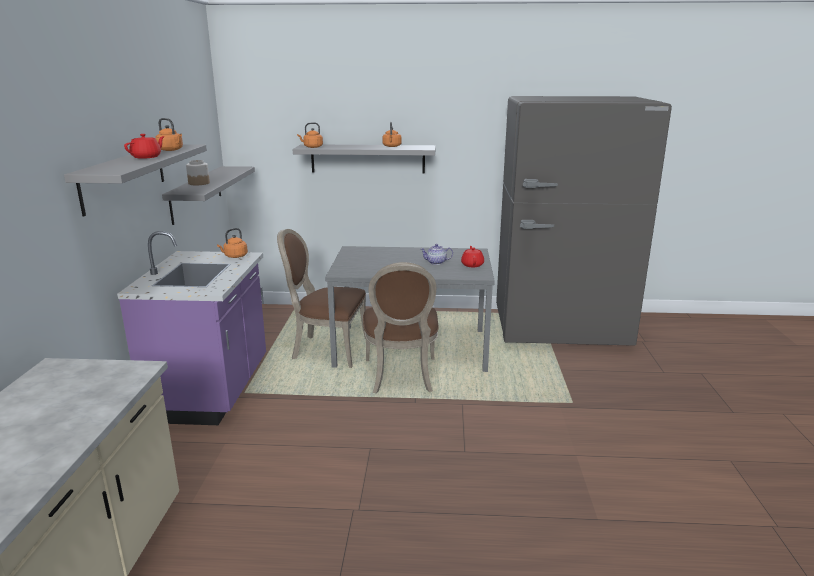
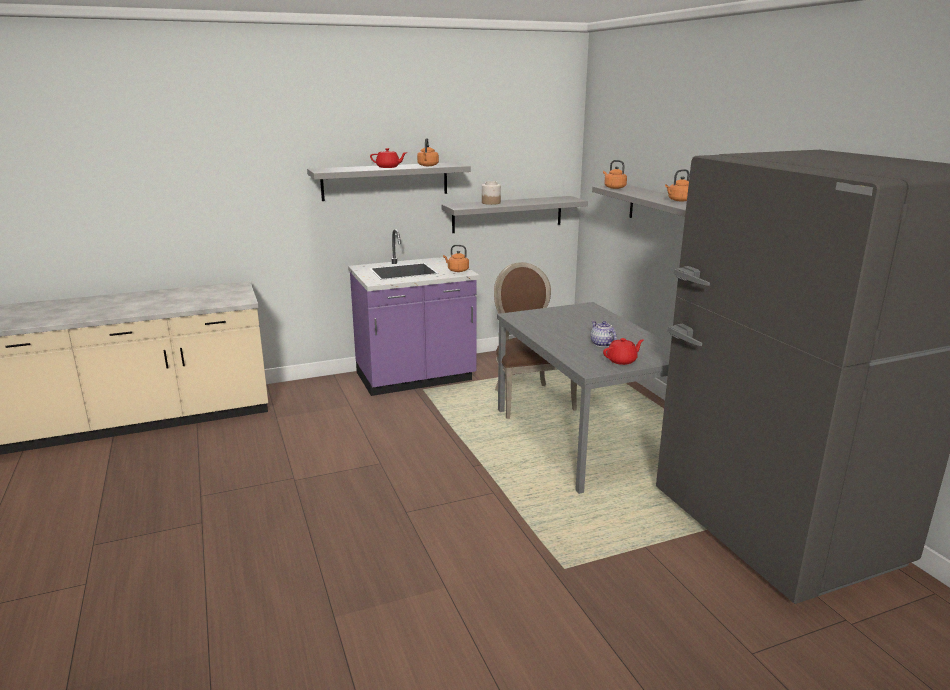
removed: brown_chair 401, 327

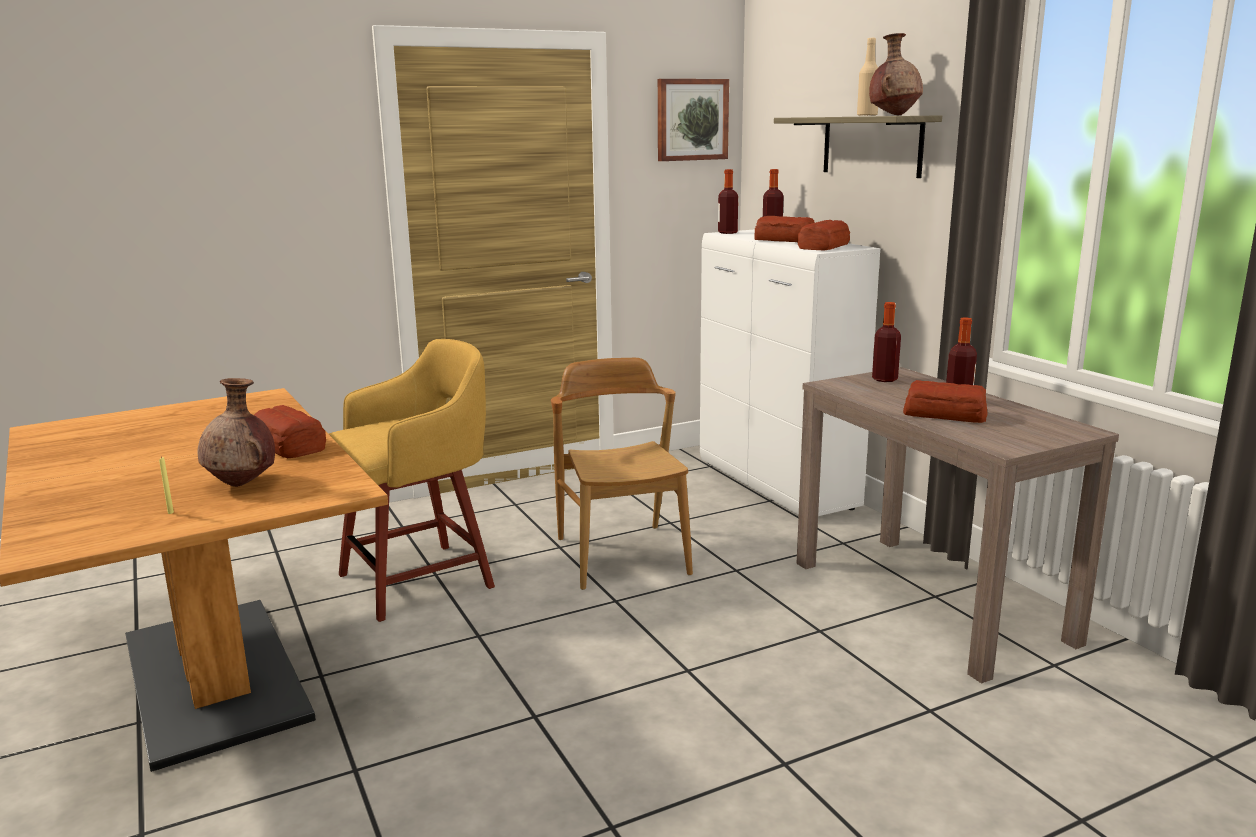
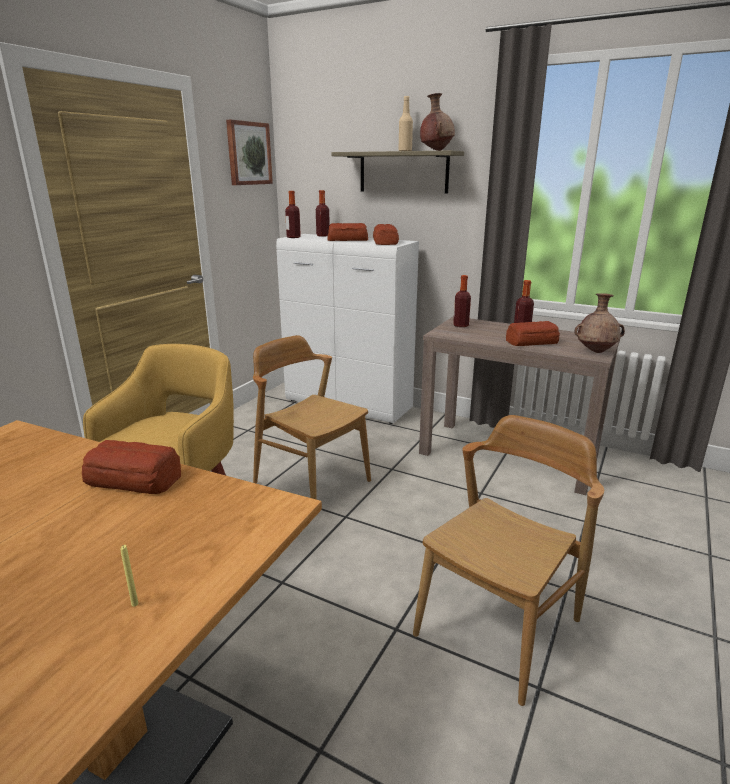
added: brown_chair 508, 560
moved: brown_vase 236, 432 to 599, 323

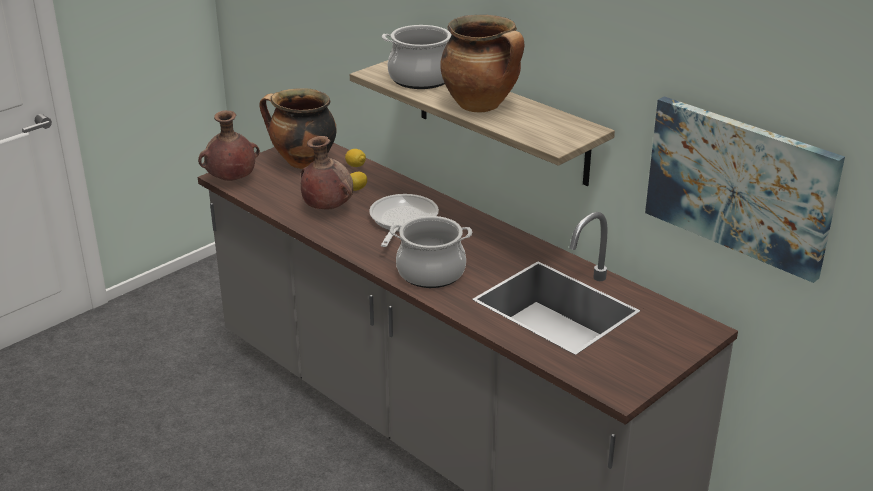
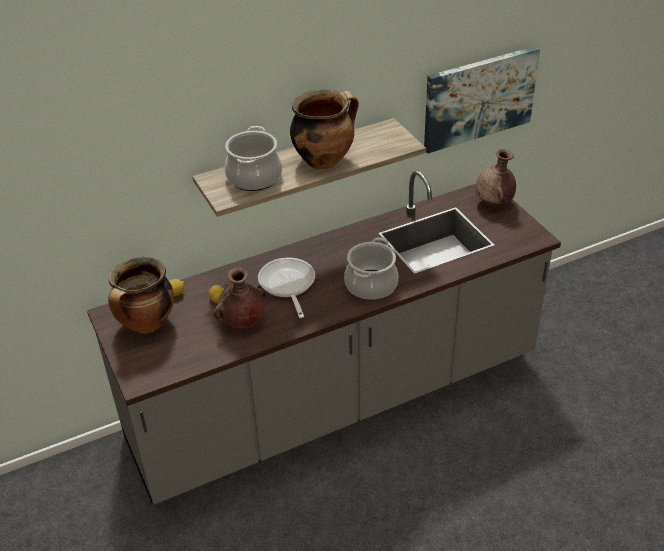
moved: brown_vase 229, 145 to 495, 177
turned: frying_pan 404, 220 = 286, 288 45 degrees clockwise

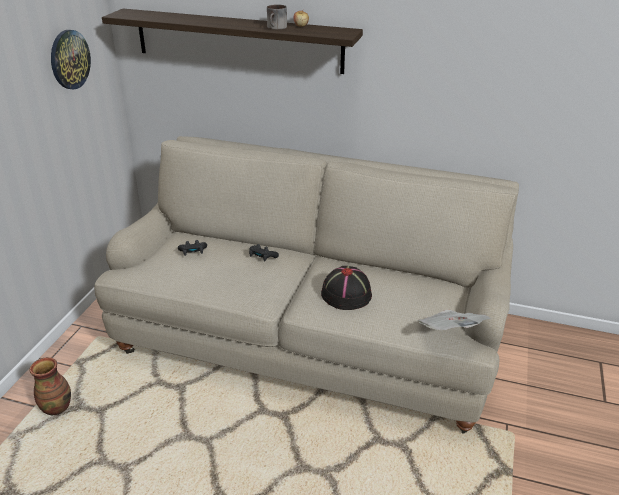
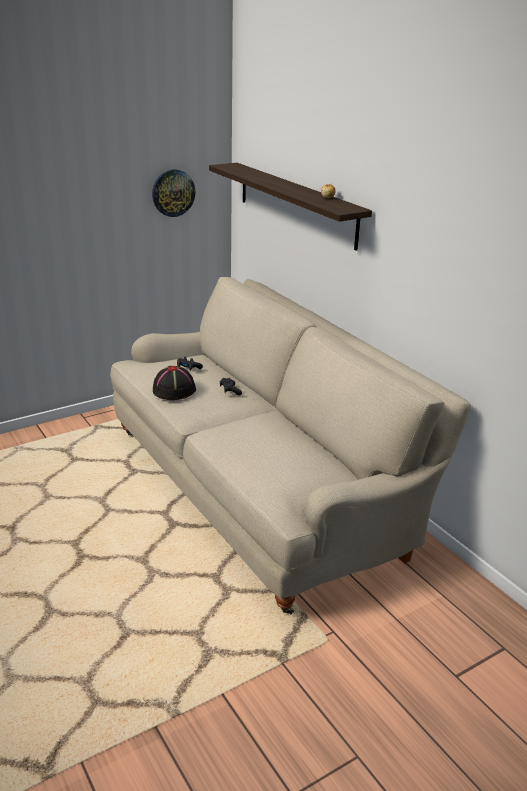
removed: vase 50, 386; mug 277, 17; newspaper 454, 320
moved: black_hat 346, 288 to 174, 383

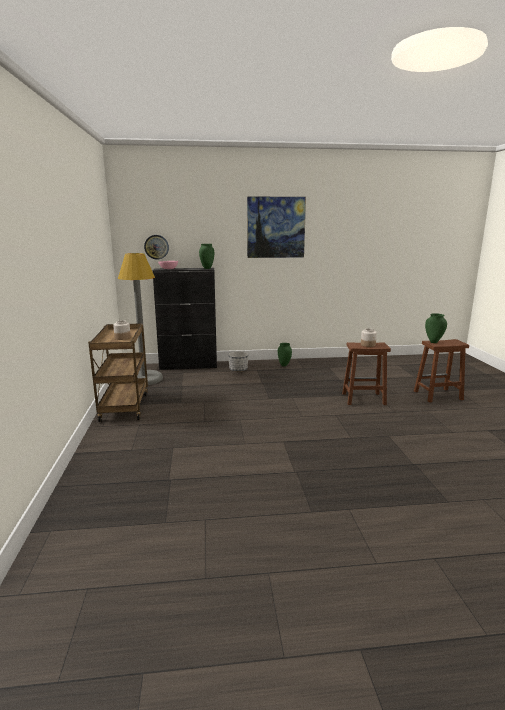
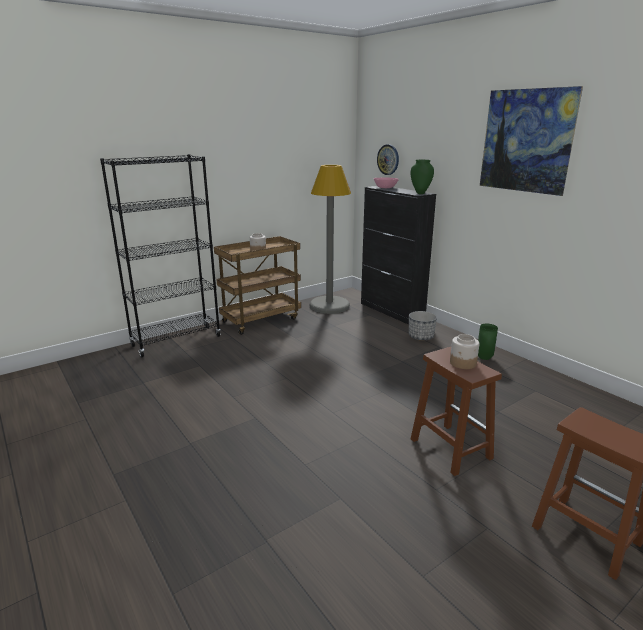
removed: green_vase 436, 328
added: black_bookcase 160, 255

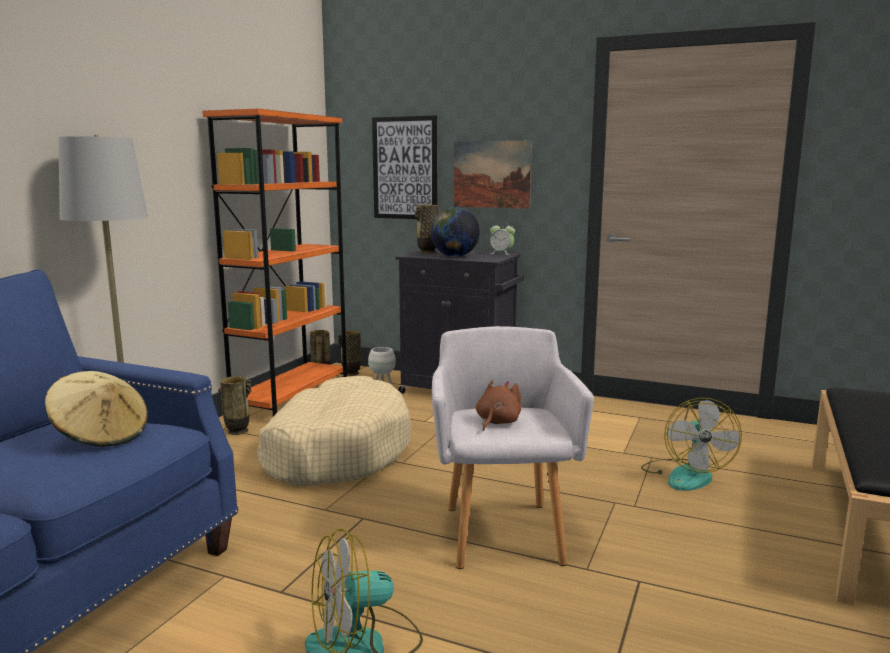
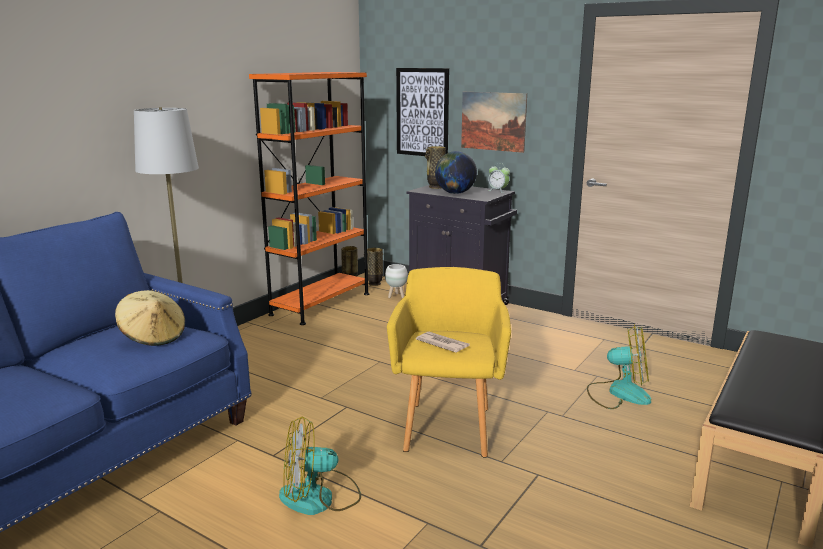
removed: vase 234, 405; beige_dog_bed 334, 431
replaced: brown_plush_toy 498, 405 to newspaper 443, 342
recoloured: grey_armchair 513, 447 to yellow_armchair 449, 362
turned: fan 691, 444 = 619, 366 90 degrees counterclockwise

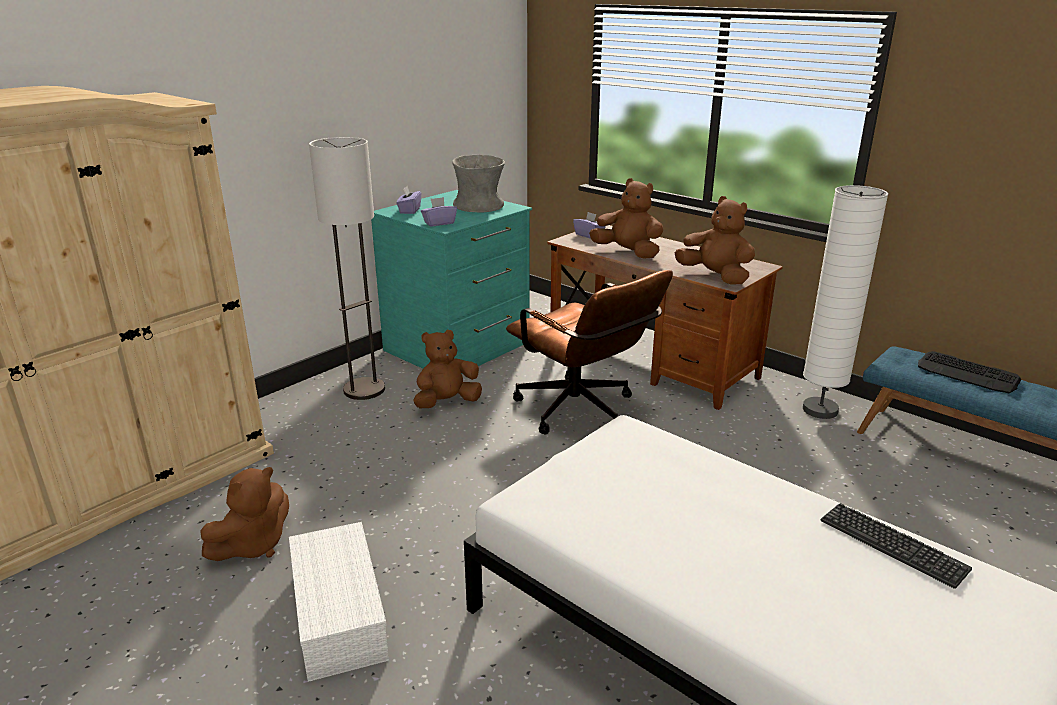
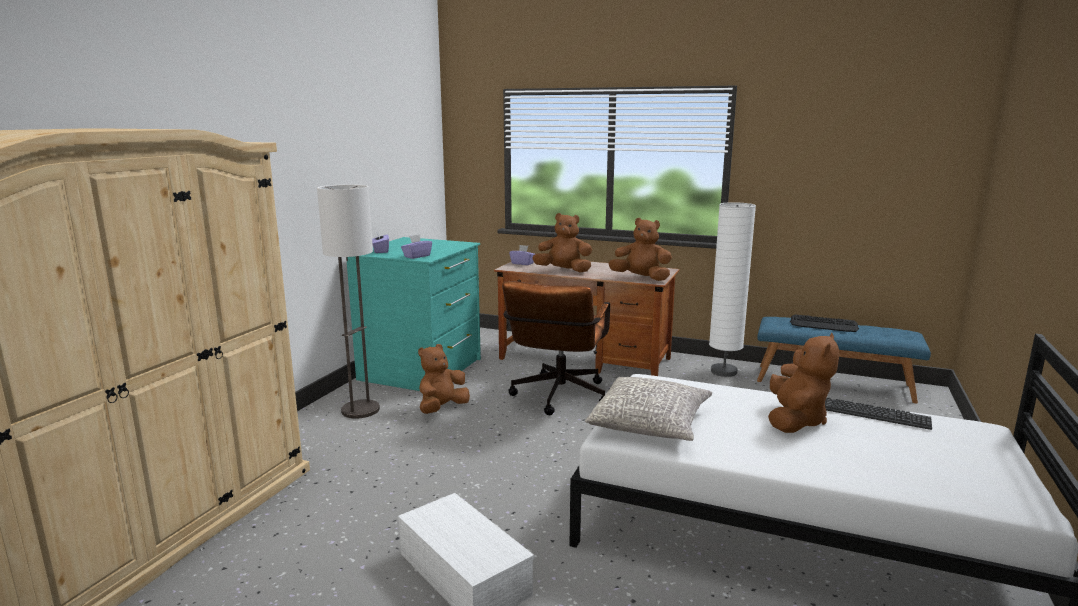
removed: grey_vase 478, 183
added: grey_pillow 648, 409
moved: brown_plush_toy 244, 514 to 803, 383
turned: brown_office_chair 589, 352 = 556, 348 75 degrees clockwise

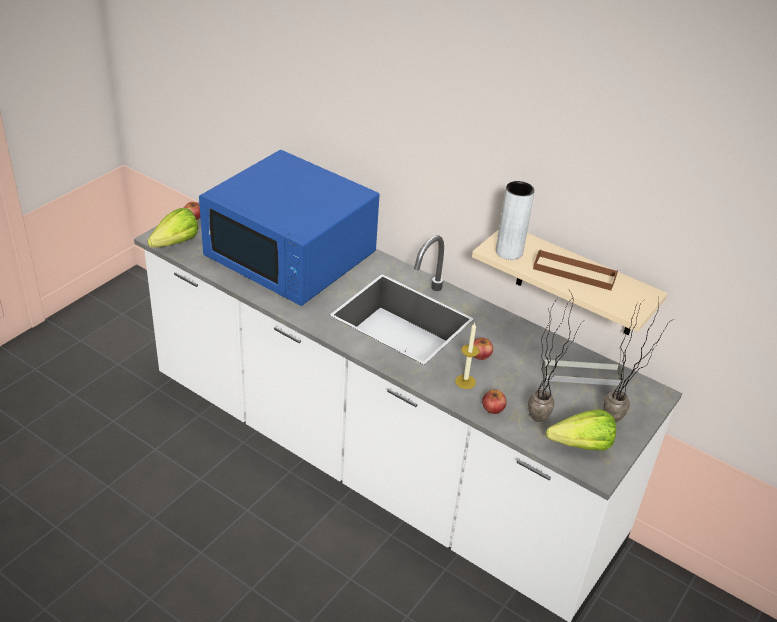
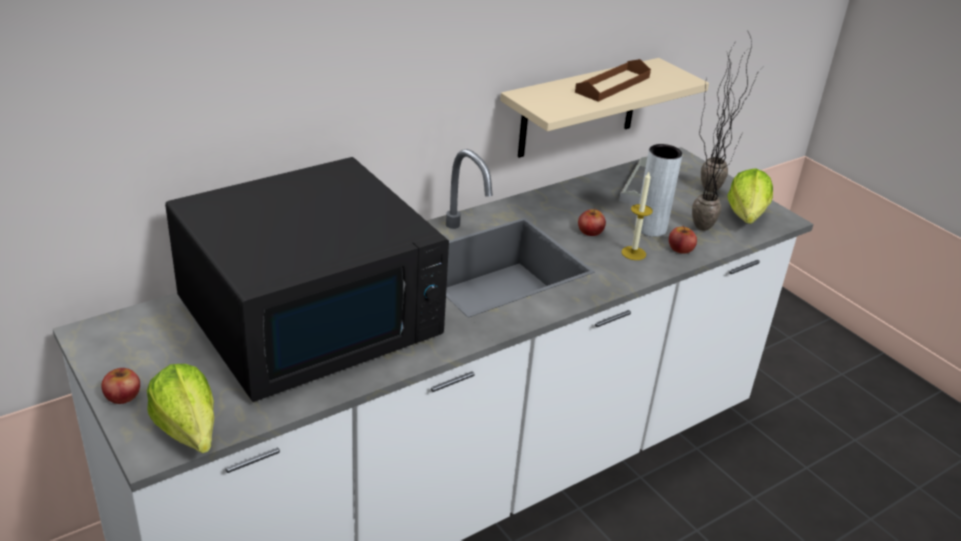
moved: grey_vase 515, 220 to 658, 190
recoloured: blue_microwave 289, 228 to black_microwave 307, 279

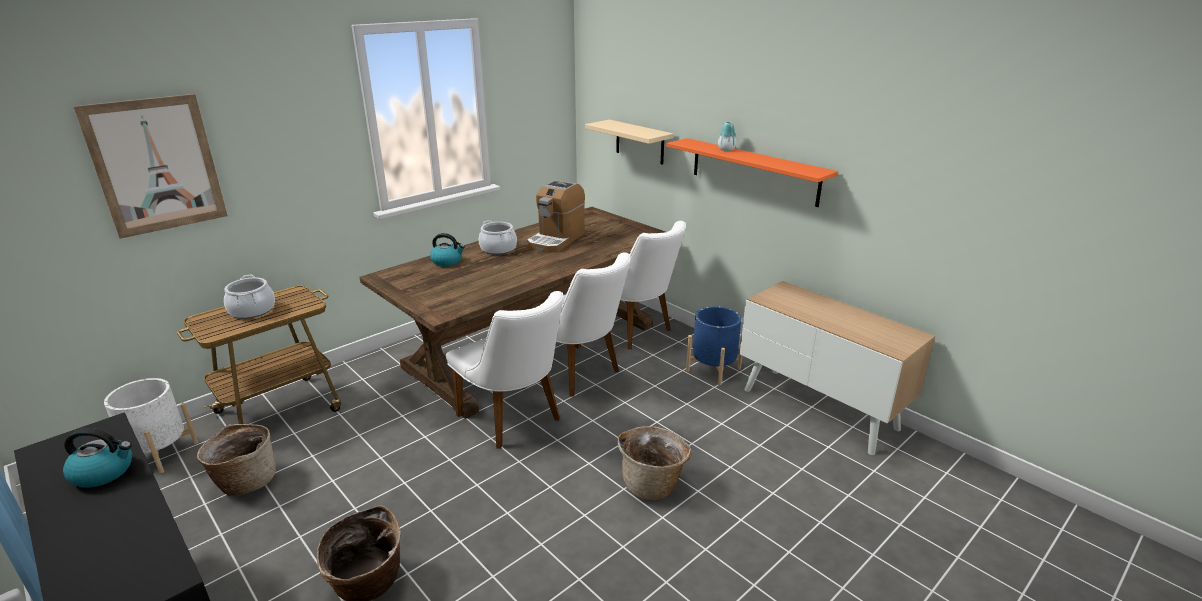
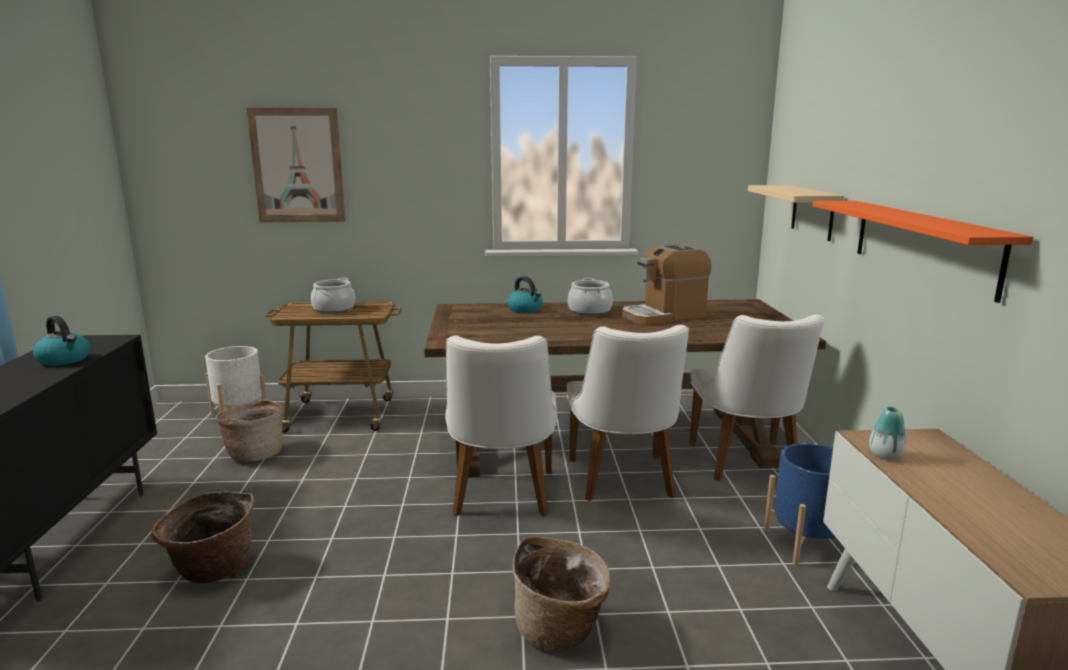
moved: vase 727, 136 to 887, 433

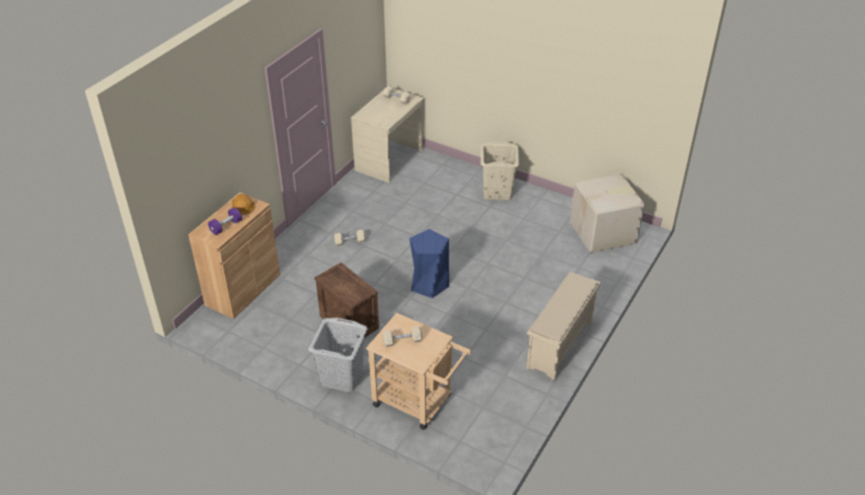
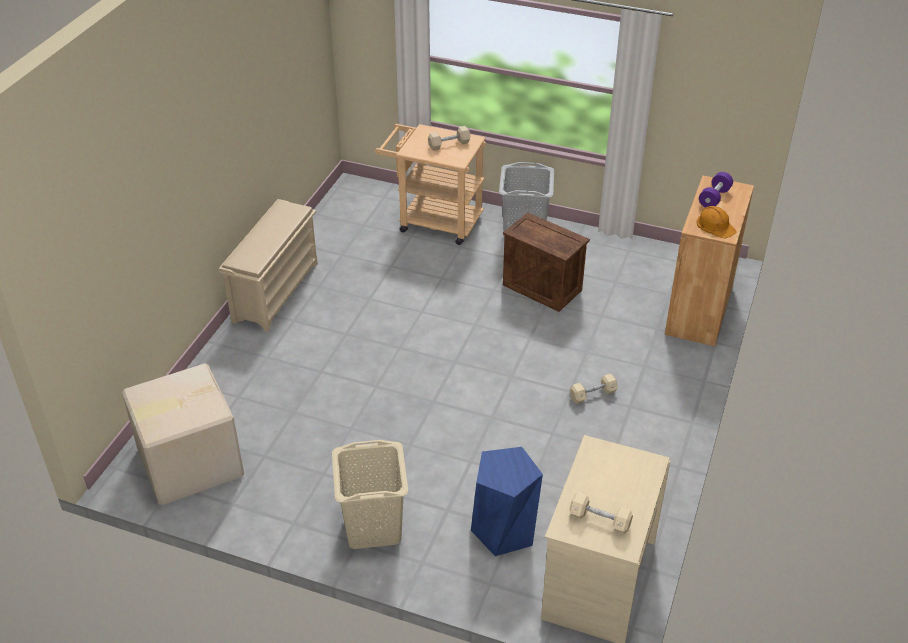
moved: blue_stool 429, 263 to 507, 501

